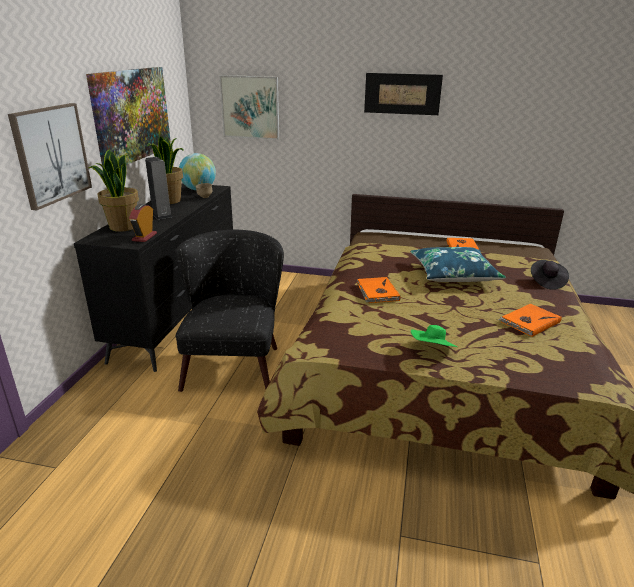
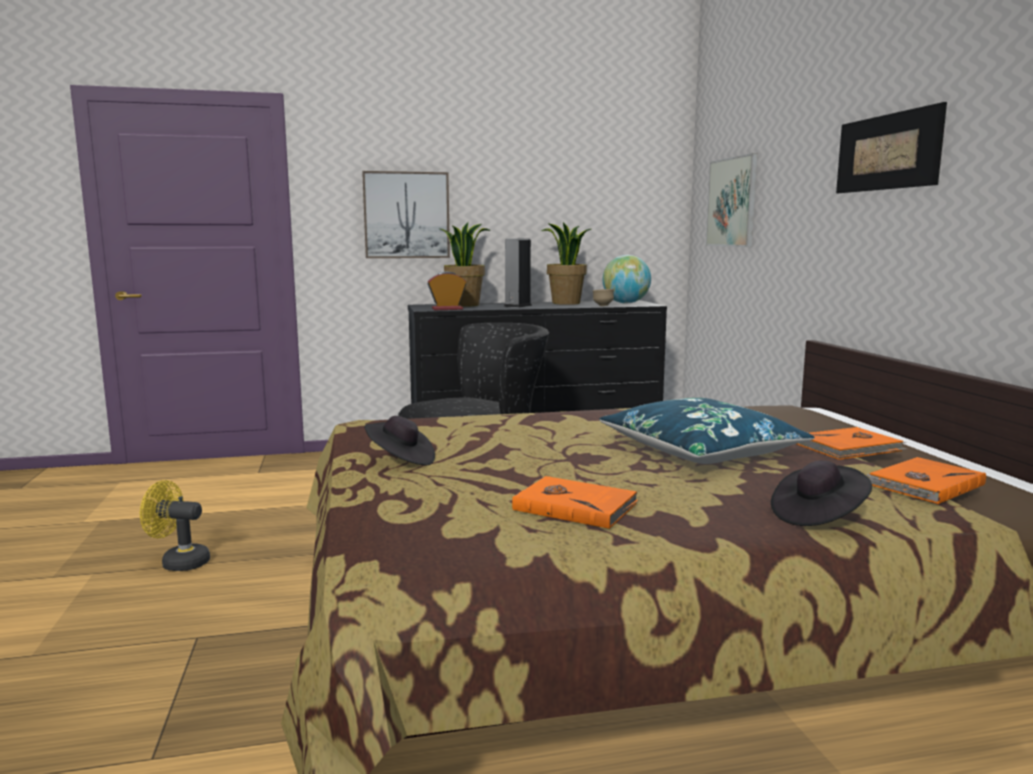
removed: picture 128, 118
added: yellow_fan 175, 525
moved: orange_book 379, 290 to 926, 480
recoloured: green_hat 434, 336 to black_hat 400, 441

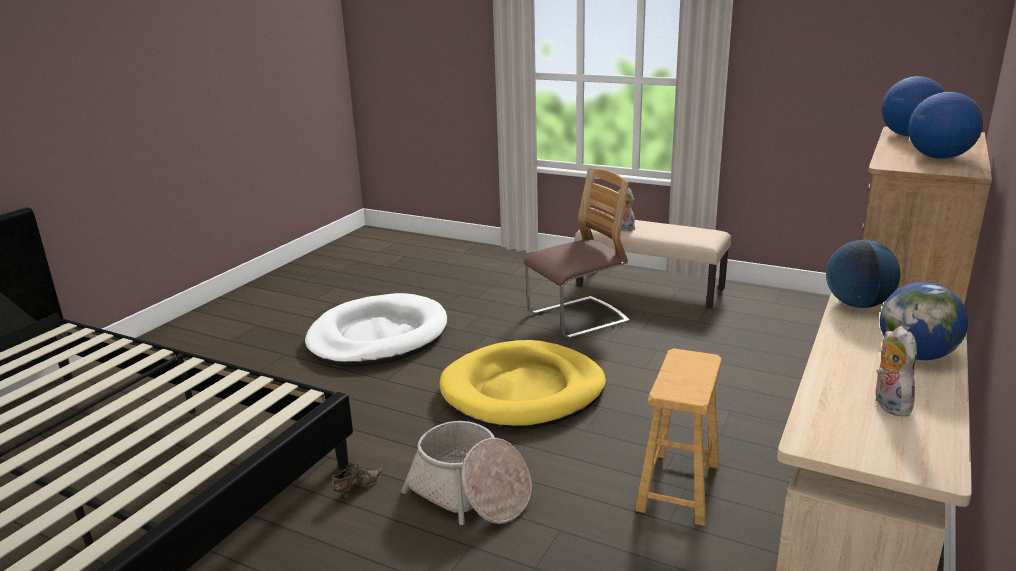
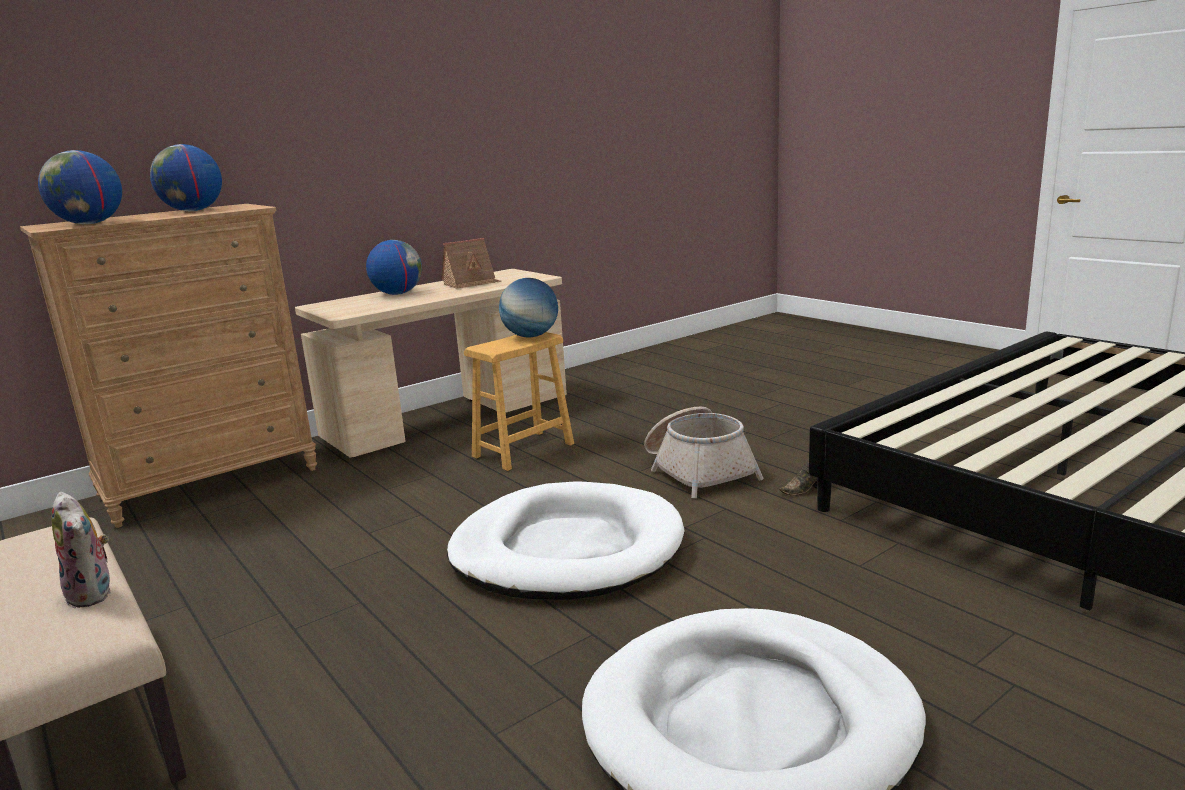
removed: chair 577, 253
moved: globe 863, 274 to 528, 307
replaced: plush_toy 895, 371 to toy_house 471, 263
recoloured: yellow_dog_bed 523, 384 to white_dog_bed 566, 540

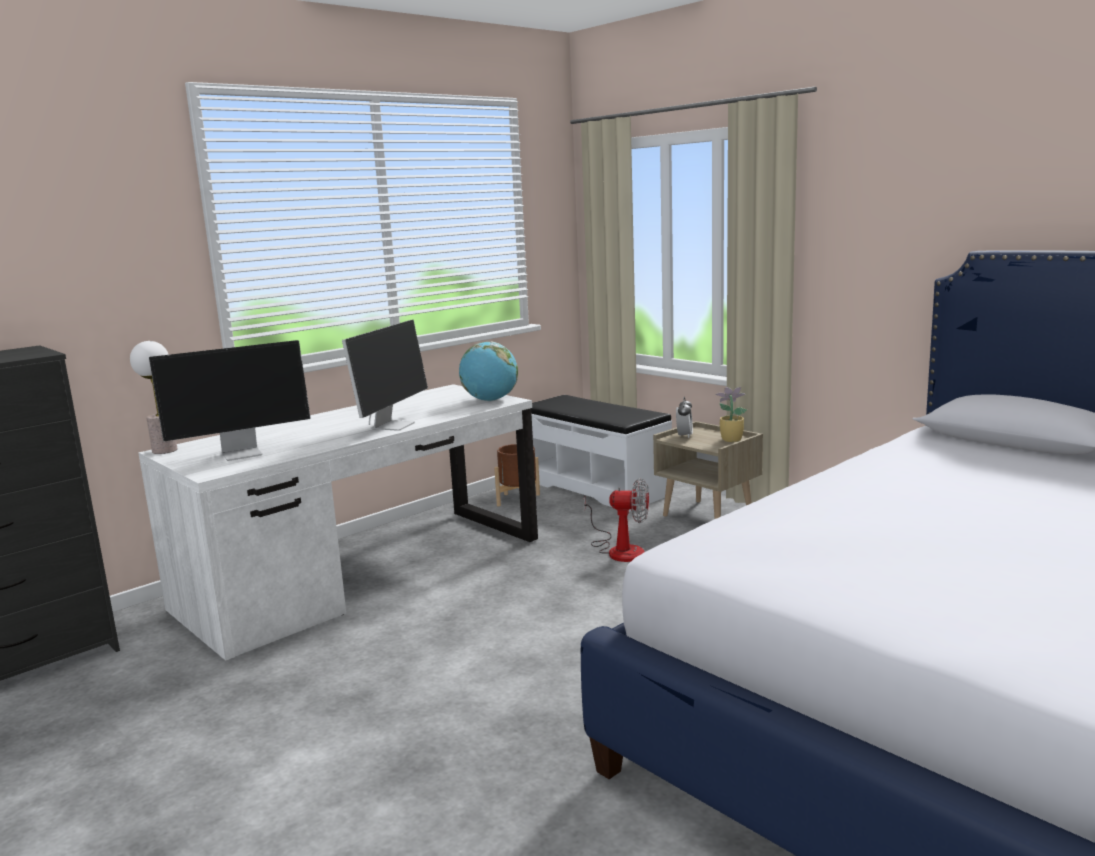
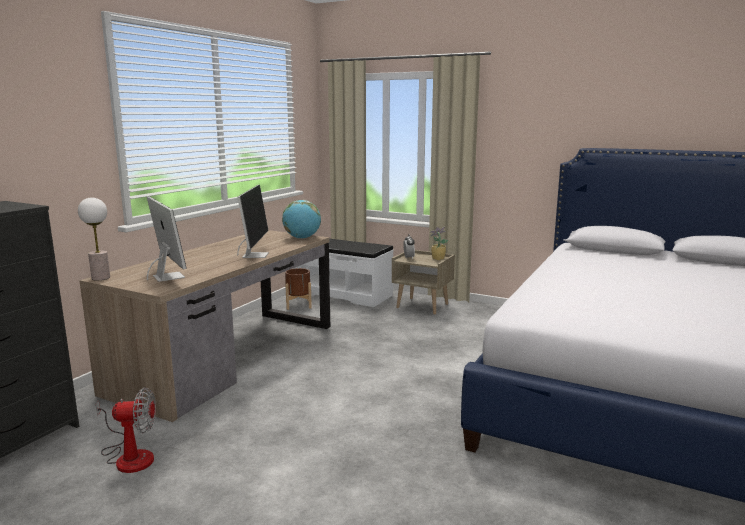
moved: fan 616, 520 to 126, 430
recoloured: white_desk 338, 522 to brown_desk 204, 326
turned: monitor 229, 400 = 167, 239 75 degrees counterclockwise

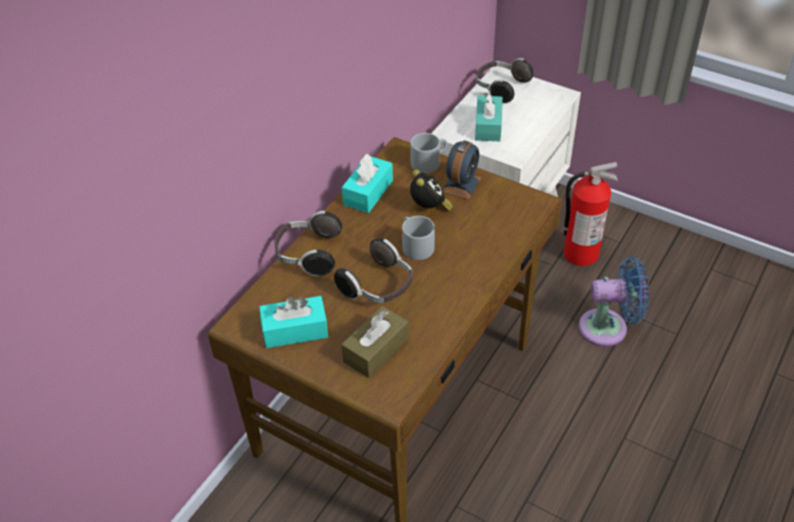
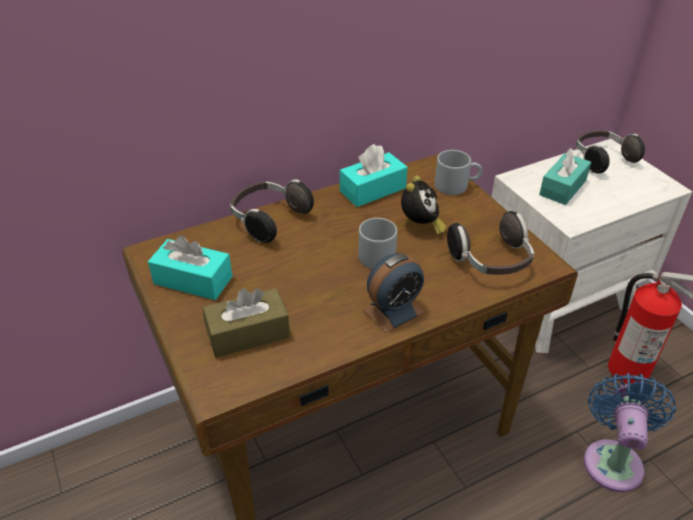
moved: alarm_clock 462, 170 to 393, 293; headphones 373, 270 to 490, 243
turned: blue_fan 614, 302 = 630, 432 105 degrees counterclockwise

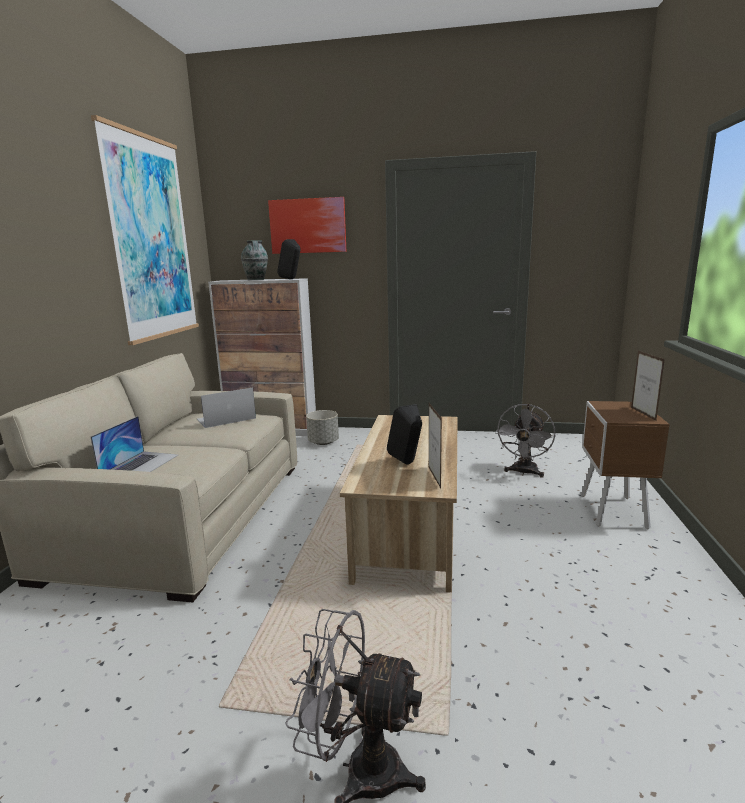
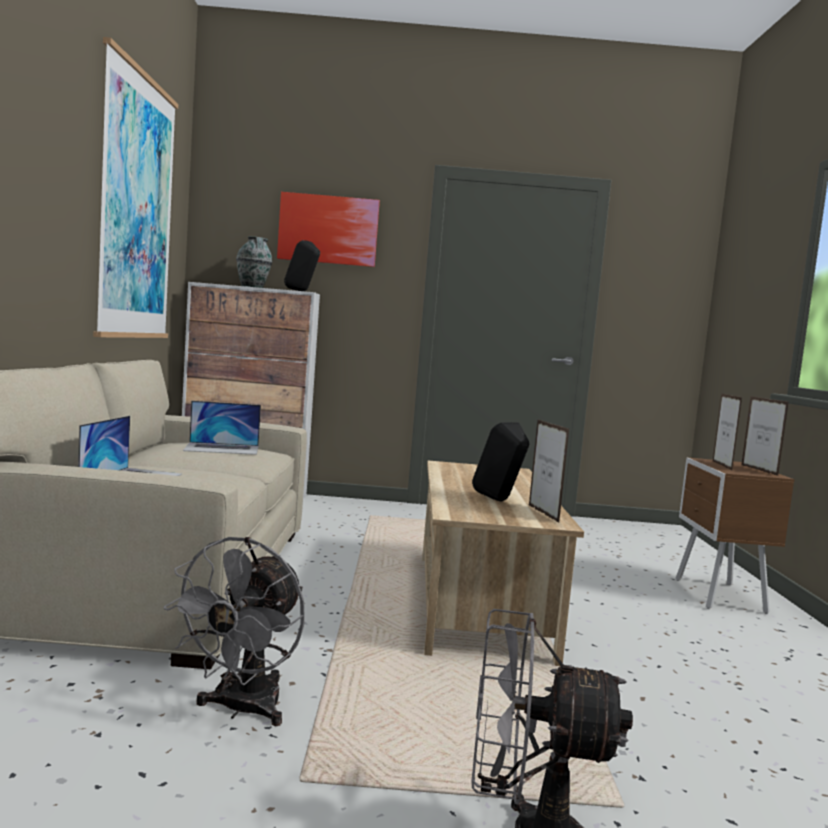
removed: grey_planter 322, 427
added: picture_frame 727, 432
moved: grey_fan 525, 441 to 234, 631
turned: laptop 226, 407 = 222, 428 150 degrees counterclockwise

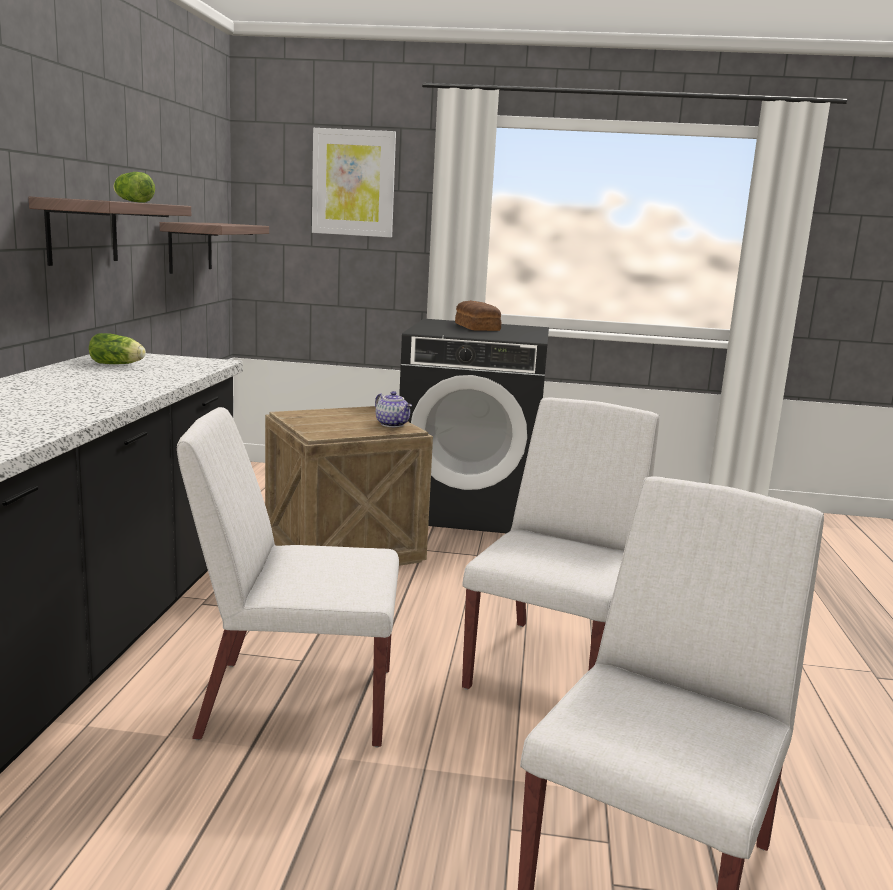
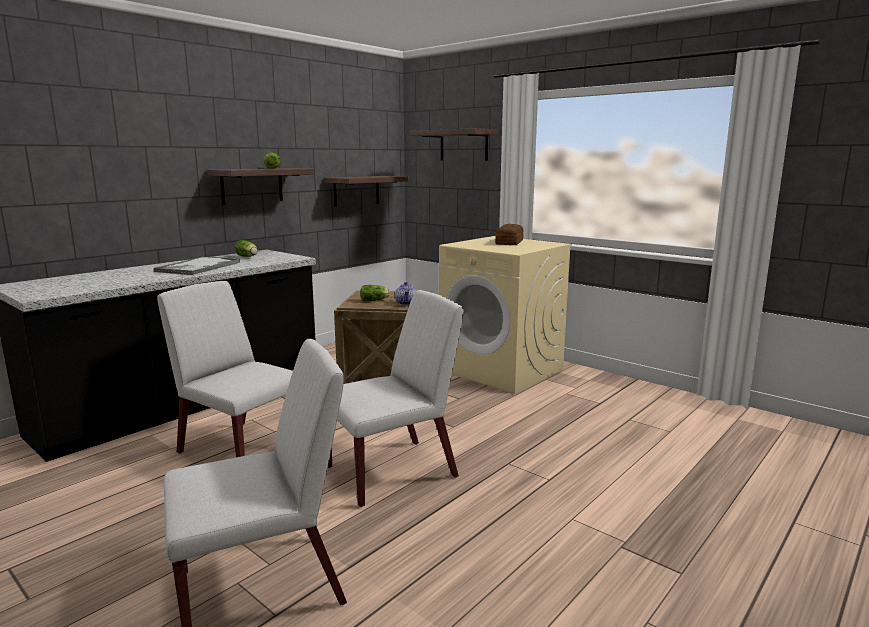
added: tray 196, 265; lettuce 375, 293
replaced: picture 354, 182 to shelf 453, 144
recoloured: black_washing_machine 474, 426 to beige_washing_machine 505, 315

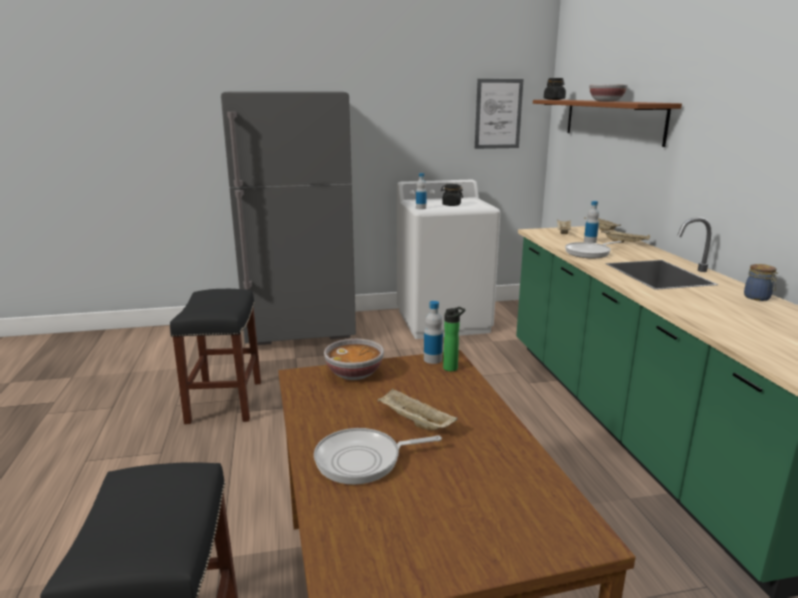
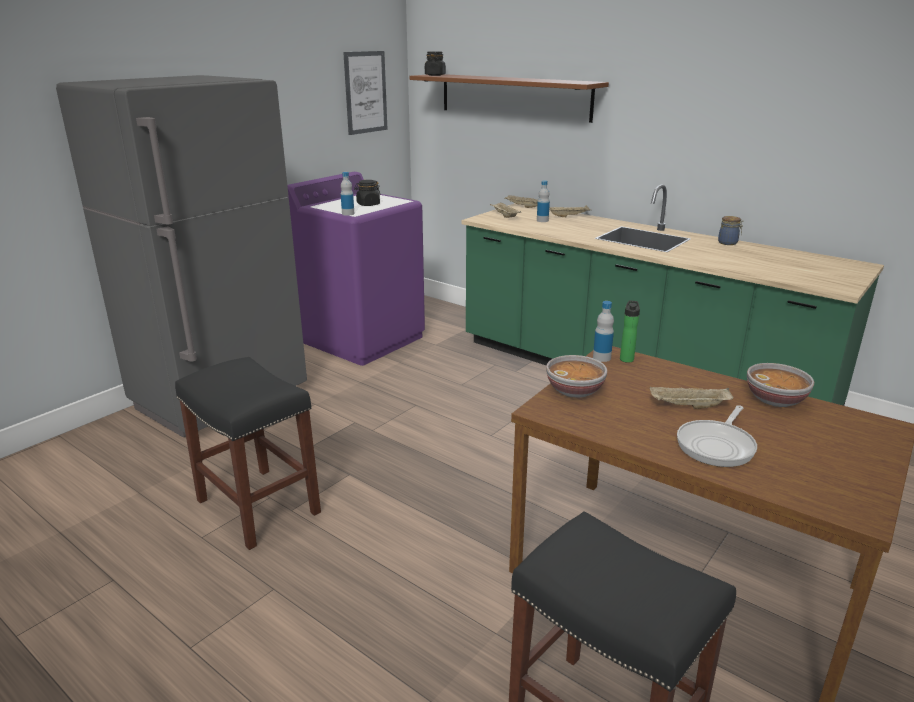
removed: frying_pan 593, 249
moved: bowl 608, 92 to 780, 385
recoloured: white_washing_machine 448, 259 to purple_washing_machine 356, 269

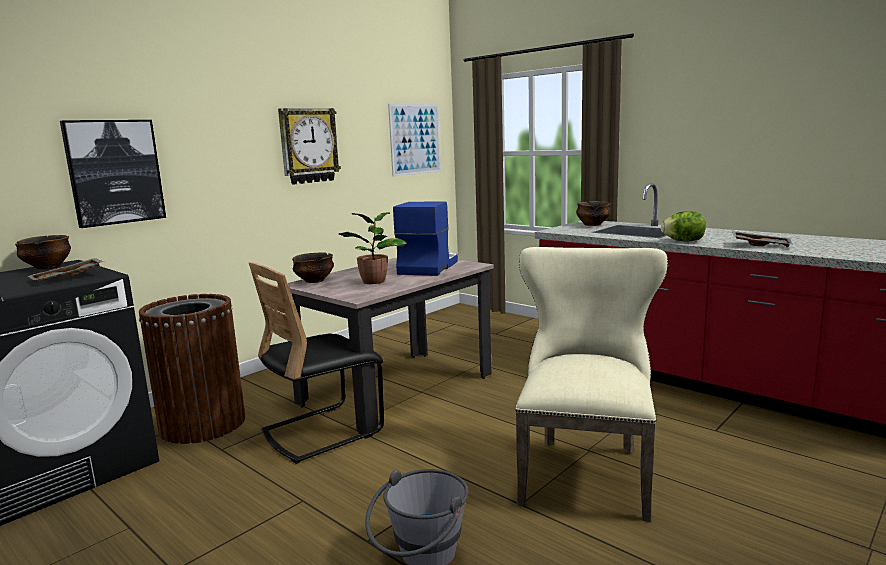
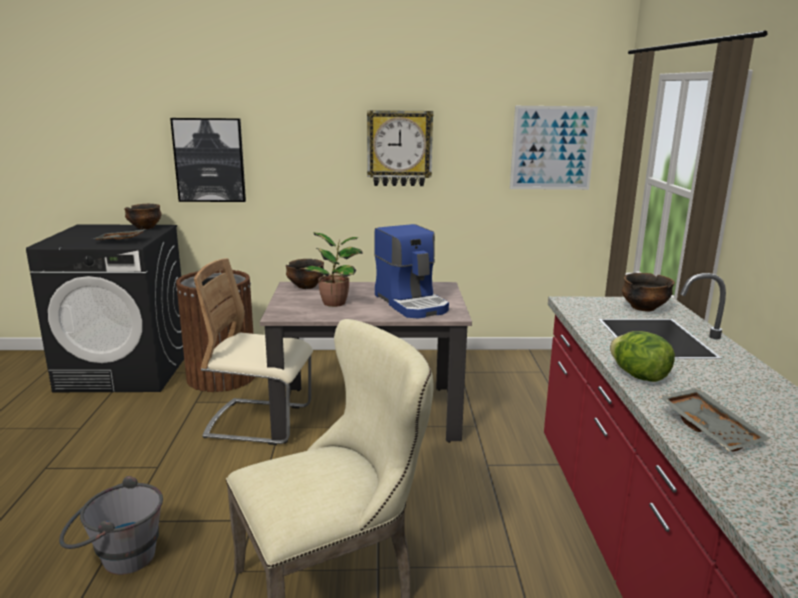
recoloured: black_chair 316, 363 to beige_chair 253, 351
turned: coffee_machine 425, 238 = 411, 271 90 degrees clockwise

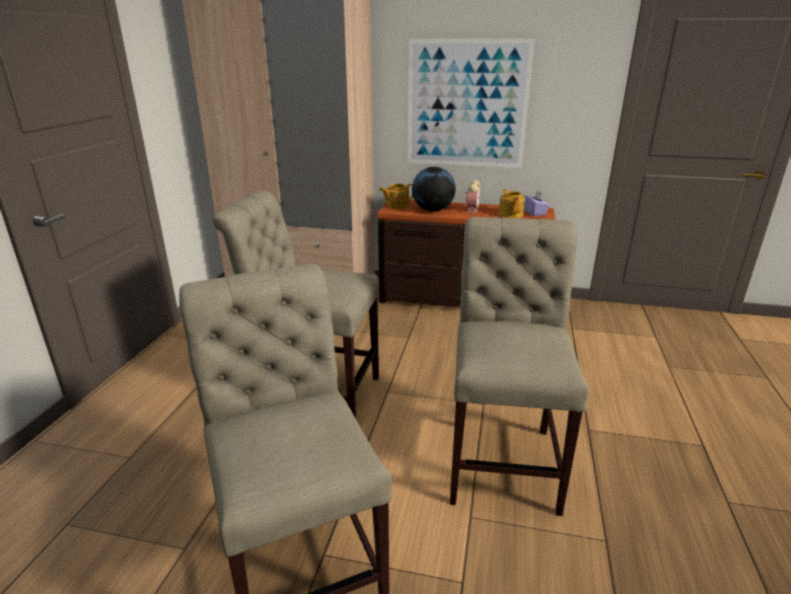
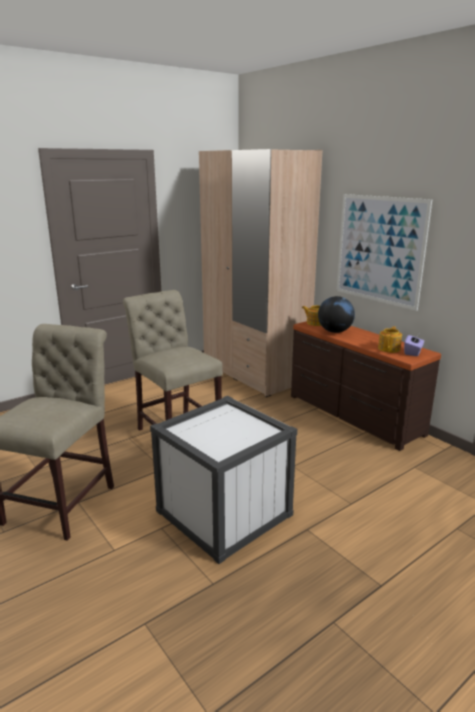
removed: alarm_clock 472, 196
replaced: beige_chair 519, 366 to white_storage_box 223, 480

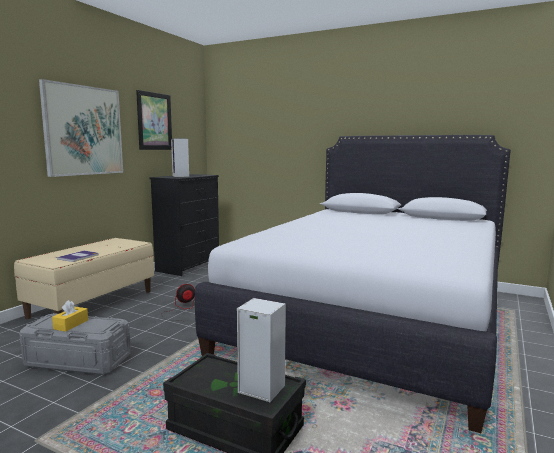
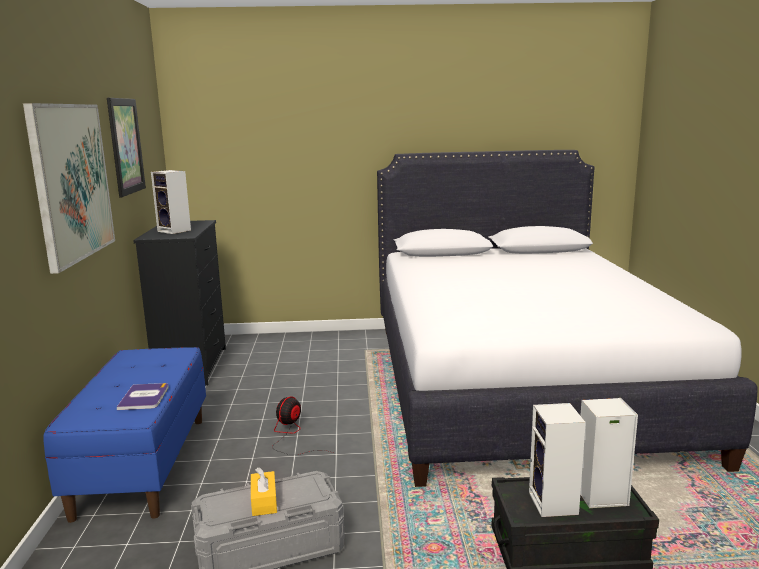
added: speaker 557, 460
recoloured: beige_bench 84, 278 to blue_bench 125, 435

